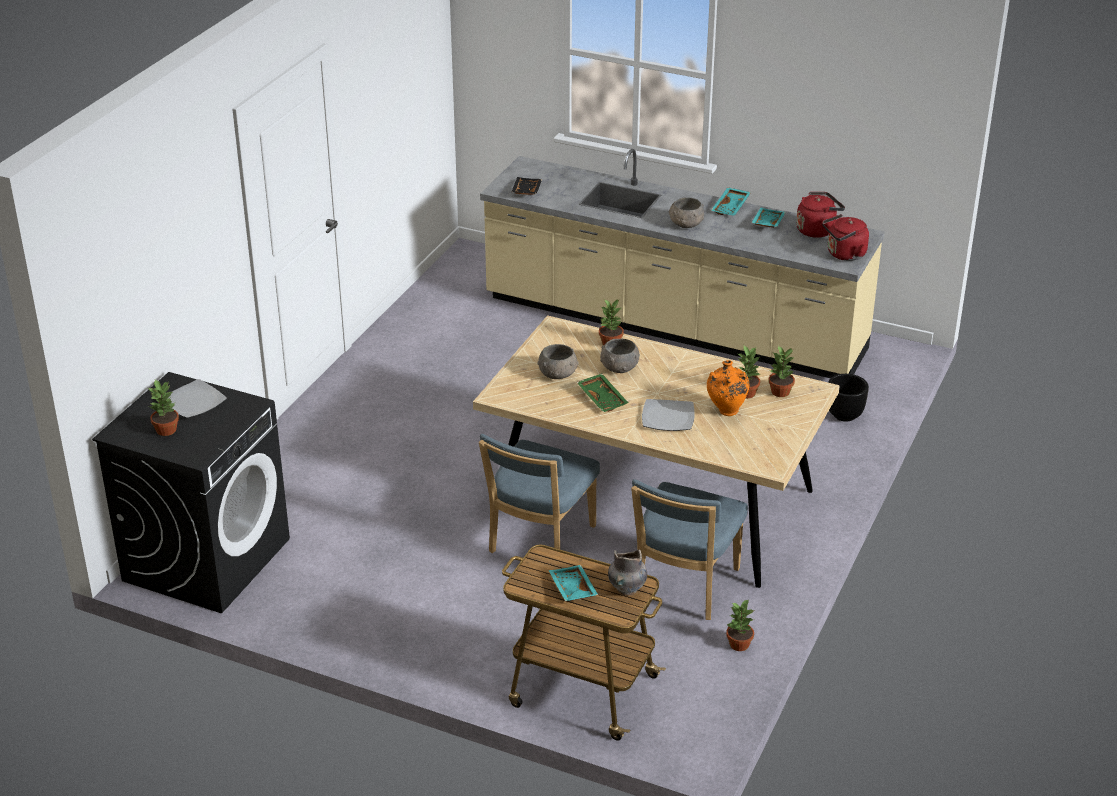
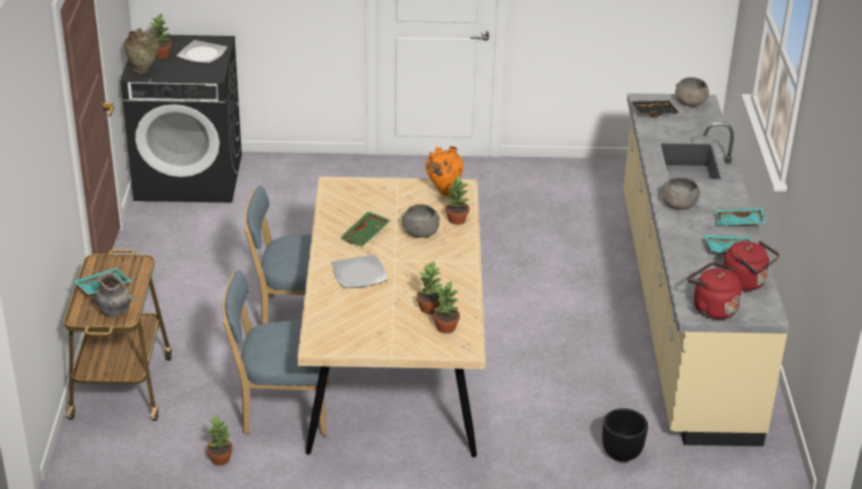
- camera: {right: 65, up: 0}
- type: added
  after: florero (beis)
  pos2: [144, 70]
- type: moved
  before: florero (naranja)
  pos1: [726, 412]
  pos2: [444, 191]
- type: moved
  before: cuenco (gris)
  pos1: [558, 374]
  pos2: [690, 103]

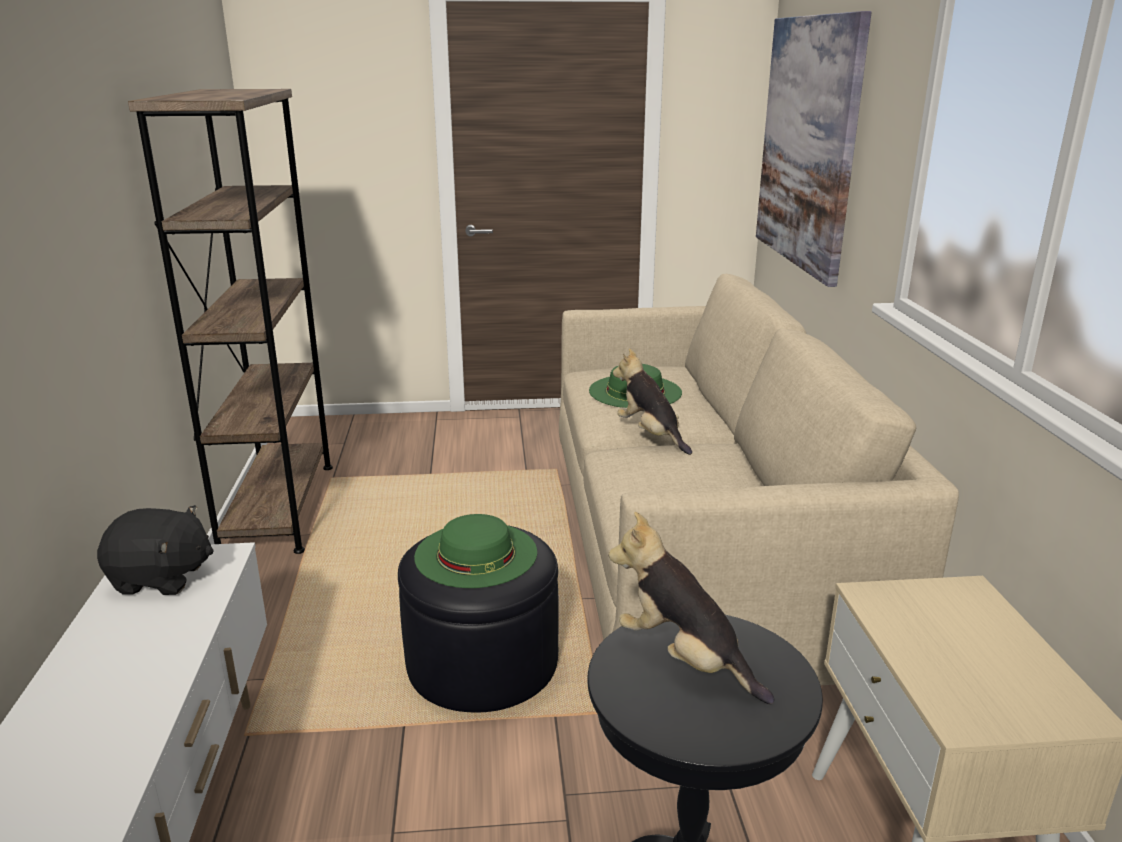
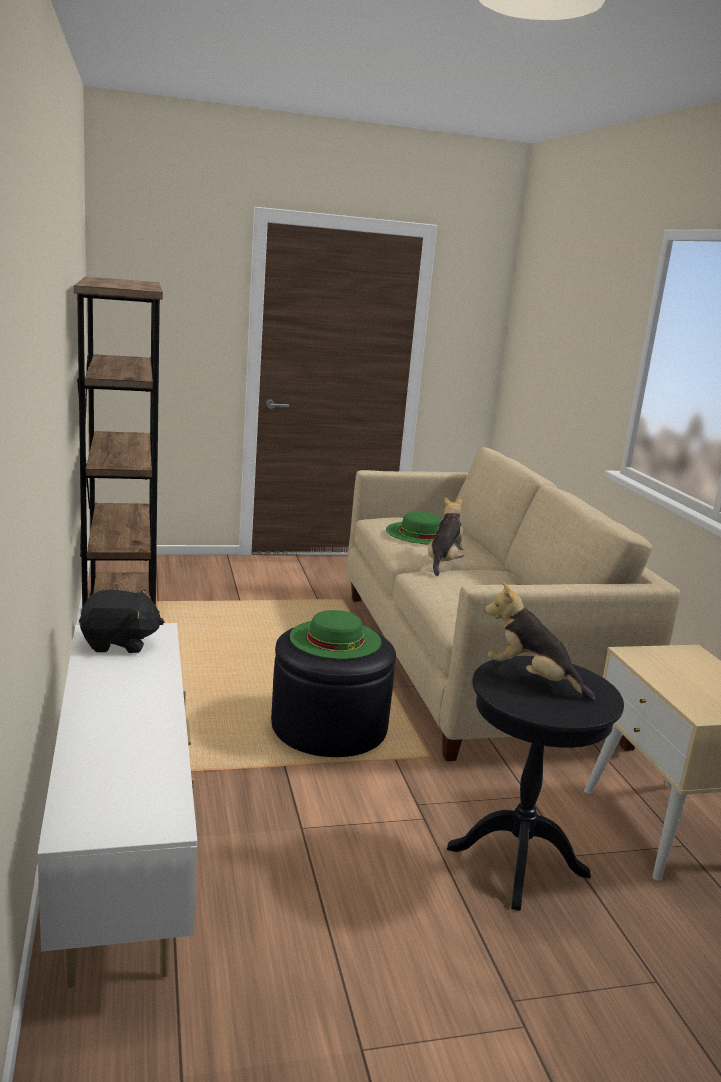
- camera: {right: -10, up: -5}
- type: turned
  before: peluche
  pos1: [650, 435]
  pos2: [444, 562]
  turn: 60
- type: removed
  before: cuadro
  pos1: [808, 143]

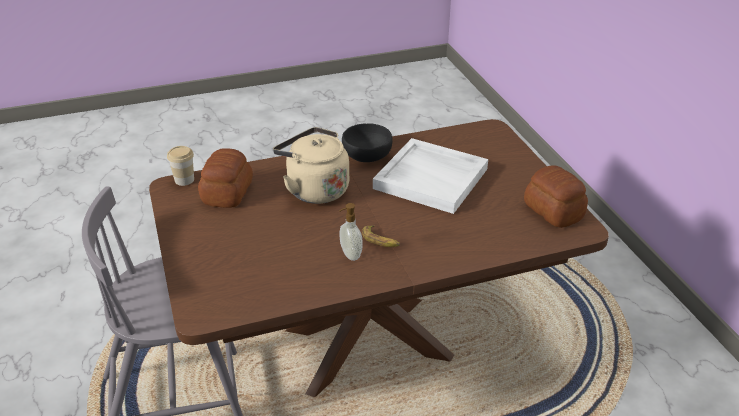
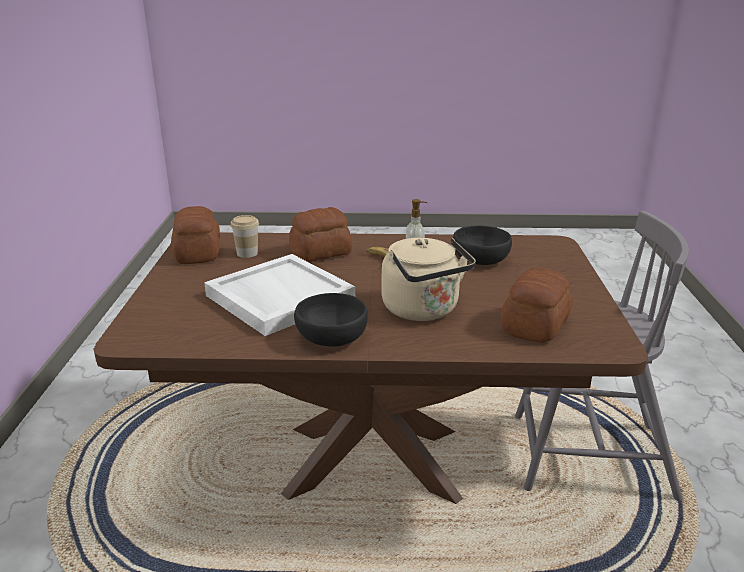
- camera: {right: -160, up: -10}
- type: moved
  before: taza
  pos1: [184, 180]
  pos2: [247, 253]
- type: added
  after: pan
  pos2: [321, 253]
- type: added
  after: cuenco (negro)
  pos2: [481, 260]

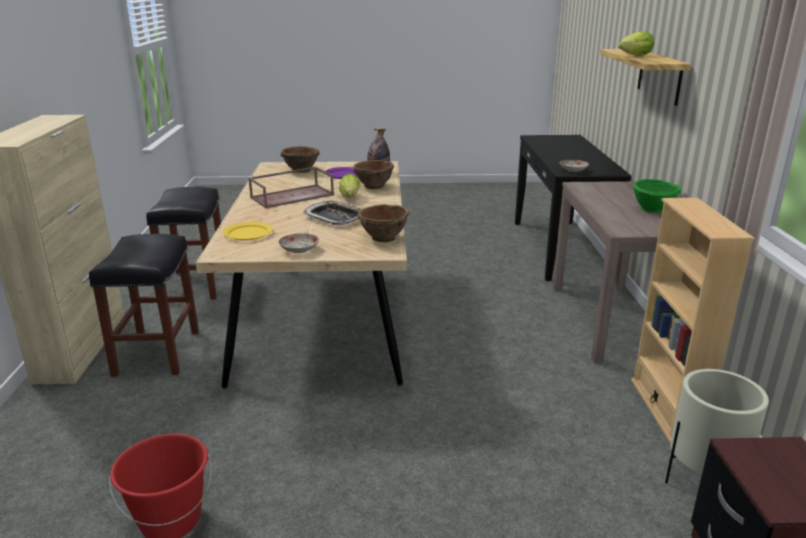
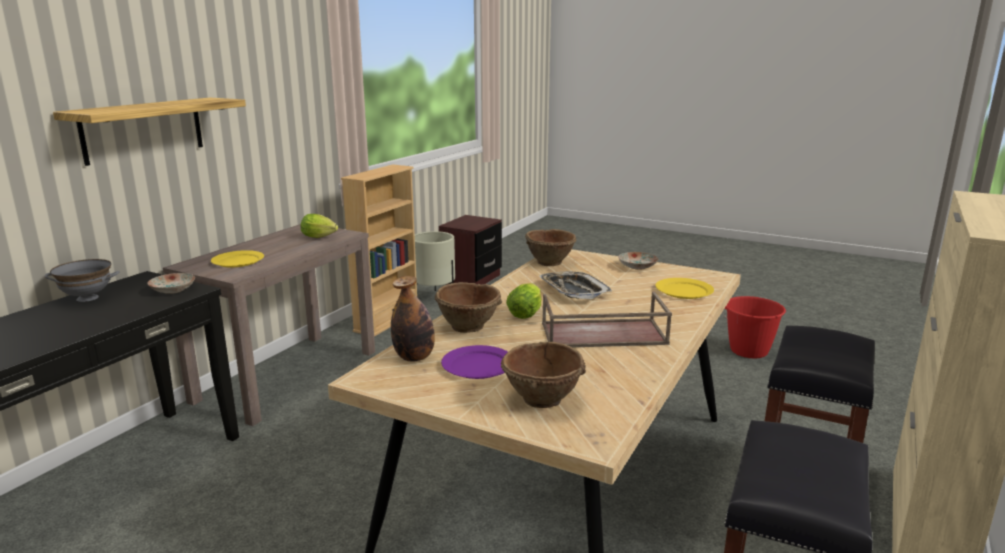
- camera: {right: -150, up: -5}
- type: added
  after: cuenco (gris)
  pos2: [87, 298]
- type: added
  after: plato (amarillo)
  pos2: [237, 261]
- type: moved
  before: lechuga
  pos1: [634, 55]
  pos2: [321, 237]
- type: removed
  before: cuenco (verde)
  pos1: [653, 209]

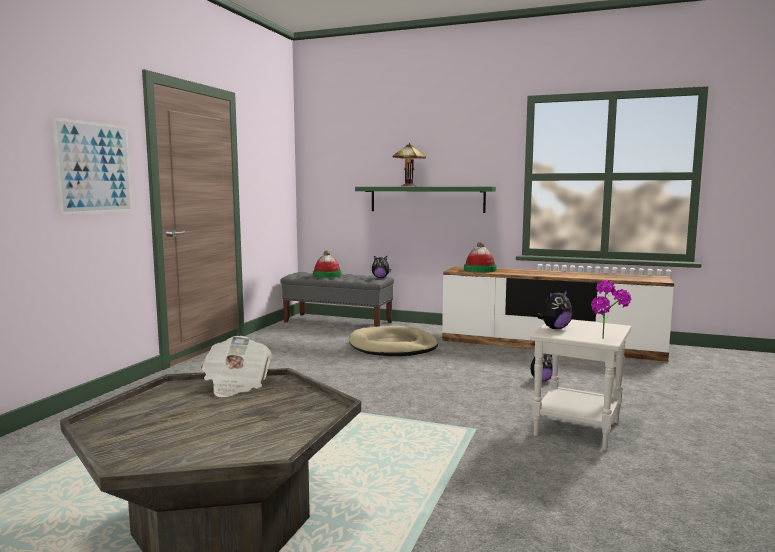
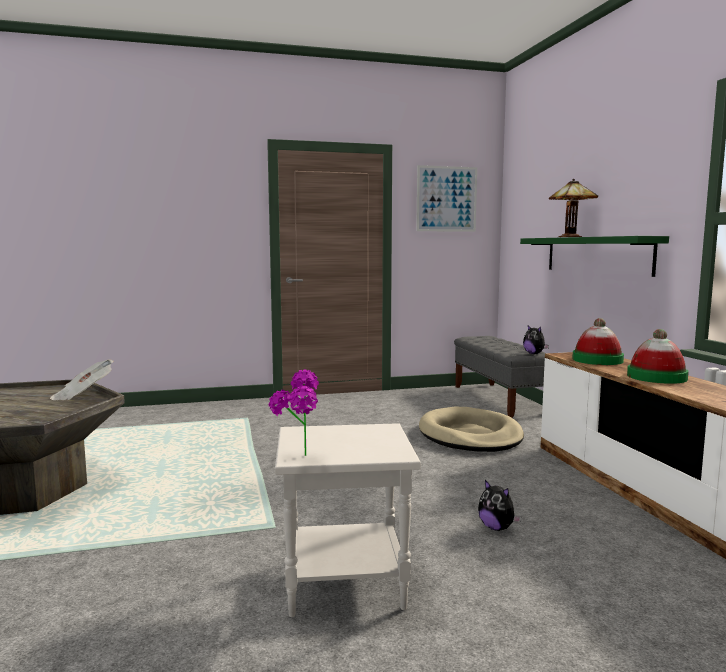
- camera: {right: 55, up: 0}
- type: moved
  before: cuadro
  pos1: [94, 168]
  pos2: [446, 199]
- type: moved
  before: sombrero
  pos1: [327, 275]
  pos2: [656, 377]
- type: removed
  before: peluche
  pos1: [555, 328]

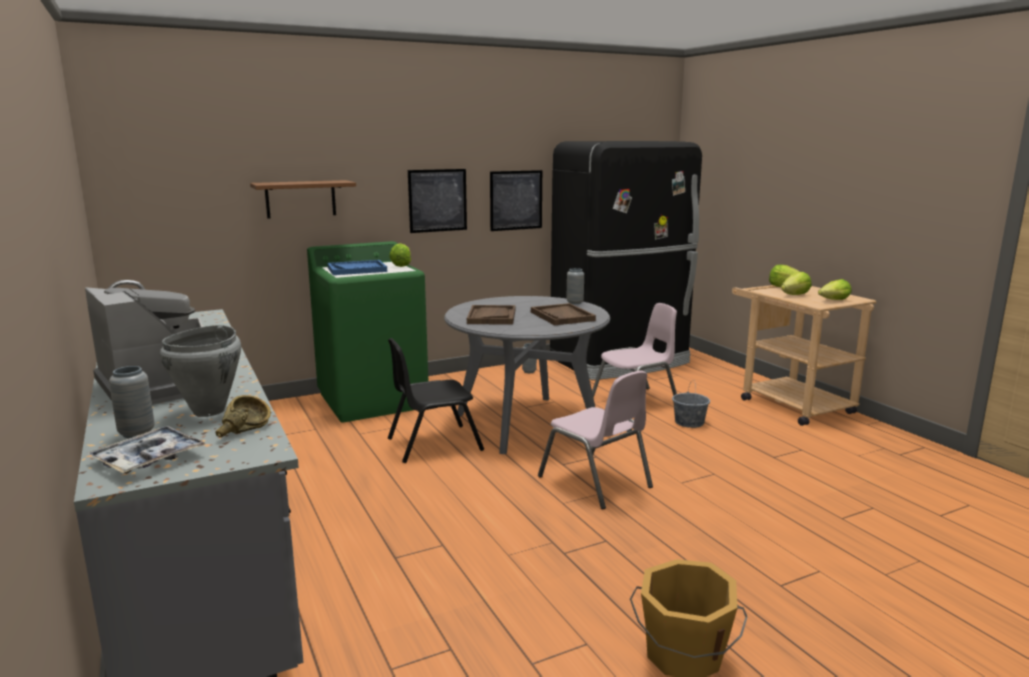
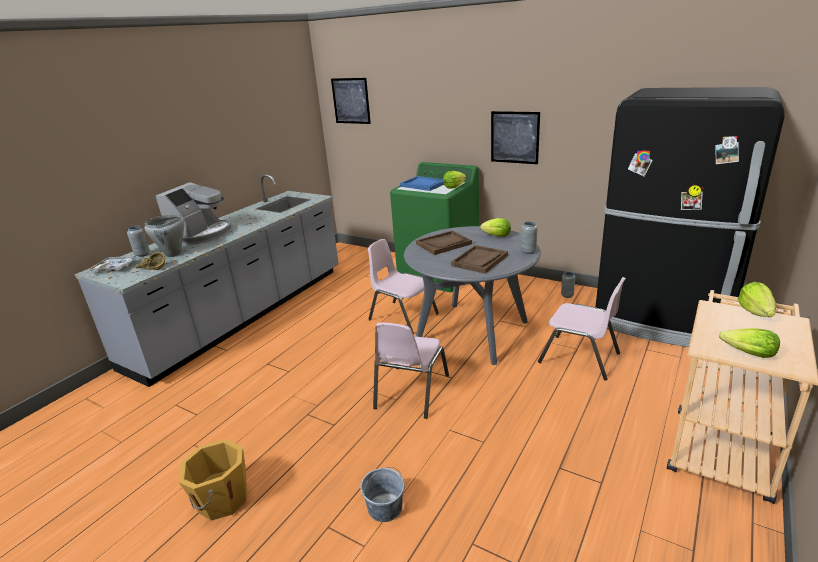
- camera: {right: 60, up: 10}
- type: moved
  before: cuadro
  pos1: [516, 200]
  pos2: [351, 101]
- type: moved
  before: cubo (gris)
  pos1: [689, 422]
  pos2: [385, 507]
- type: recoloured
  before: silla (negro)
  after: silla (rosa)
  pos1: [434, 444]
  pos2: [403, 317]
- type: moved
  before: lechuga
  pos1: [795, 295]
  pos2: [497, 236]
- type: removed
  before: estante (marrón)
  pos1: [300, 199]

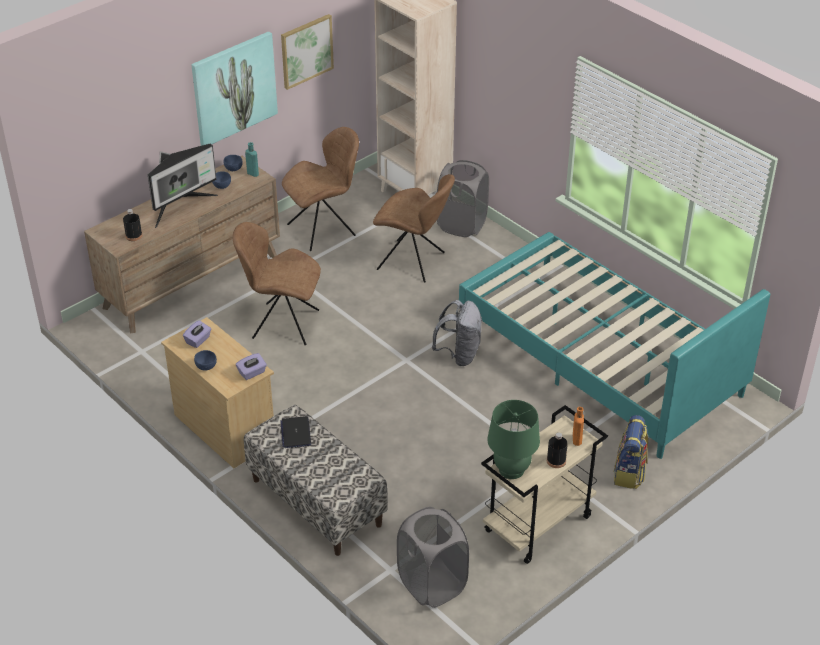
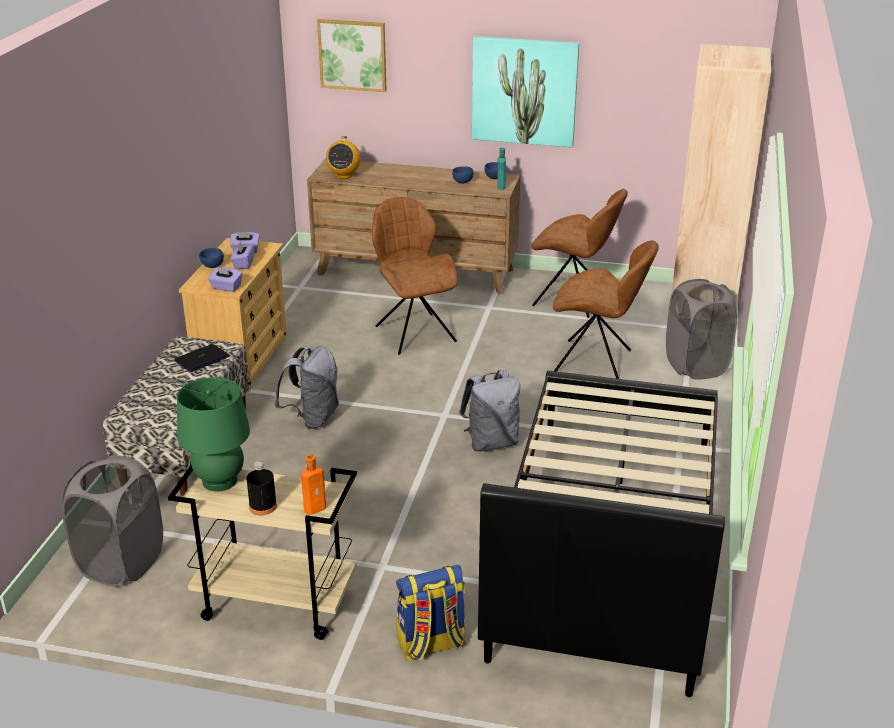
- camera: {right: 55, up: -10}
- type: added
  after: caja de pañuelos (morado)
  pos2: [243, 264]
- type: added
  after: mochila (gris)
  pos2: [312, 418]
- type: moved
  before: cuadro
  pos1: [306, 51]
  pos2: [352, 55]
- type: replaced
  before: botella (negro)
  after: radio
  pos1: [134, 236]
  pos2: [344, 175]
- type: recoloured
  before: cama (turquesa)
  after: cama (negro)
  pos1: [599, 357]
  pos2: [608, 540]
- type: turned
  before: silla (marrón)
  pos1: [413, 262]
  pos2: [596, 362]
  turn: -60
- type: removed
  before: monitor
  pos1: [180, 206]

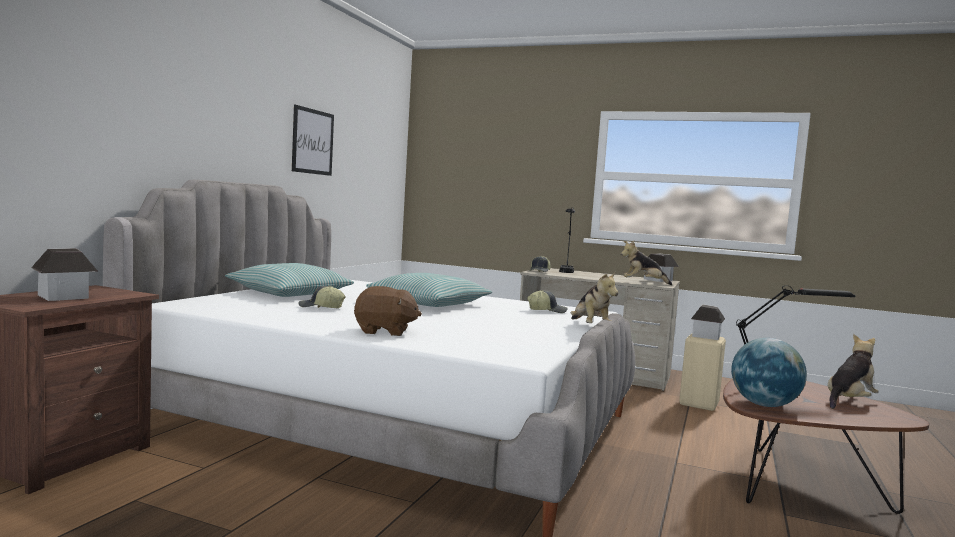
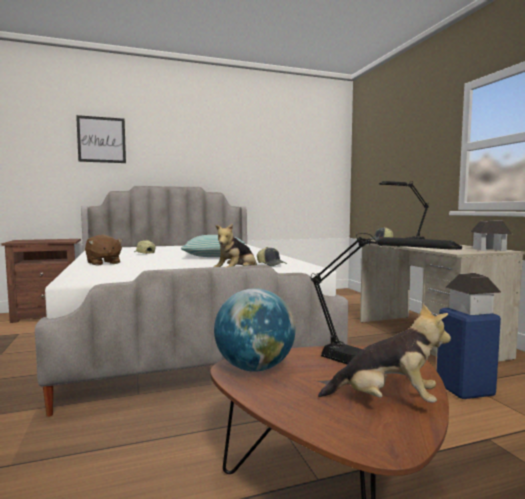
- camera: {right: 50, up: 0}
- type: moved
  before: cuadro
  pos1: [312, 141]
  pos2: [101, 139]
- type: recoloured
  before: taburete (beis)
  after: taburete (azul)
  pos1: [700, 404]
  pos2: [464, 390]
- type: removed
  before: casita
  pos1: [64, 296]
- type: removed
  before: cojín
  pos1: [290, 293]
- type: removed
  before: peluche
  pos1: [643, 283]

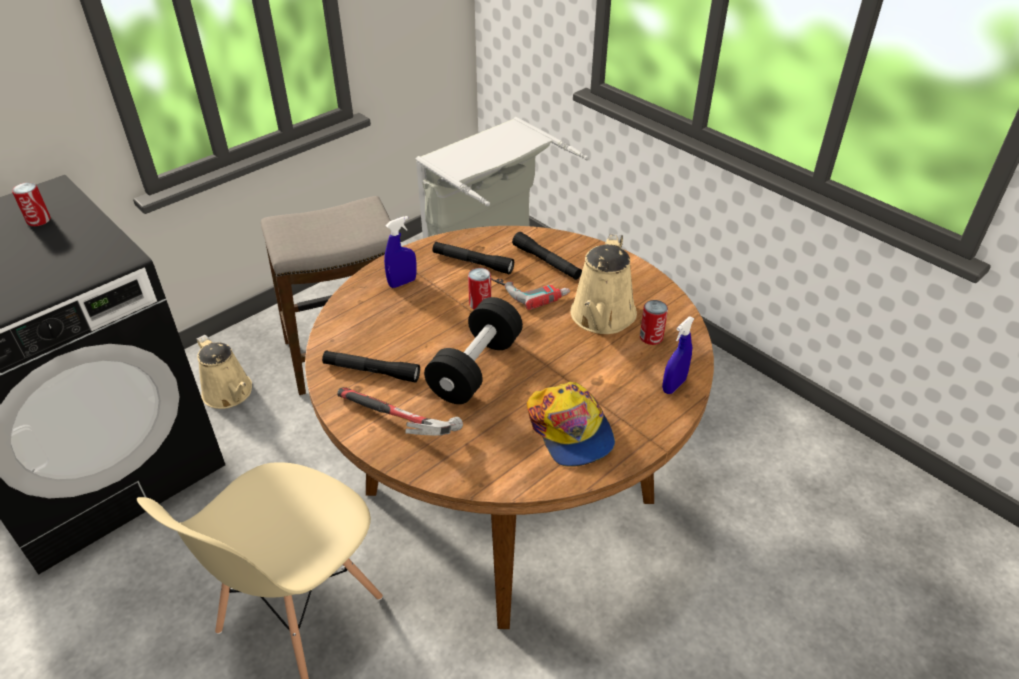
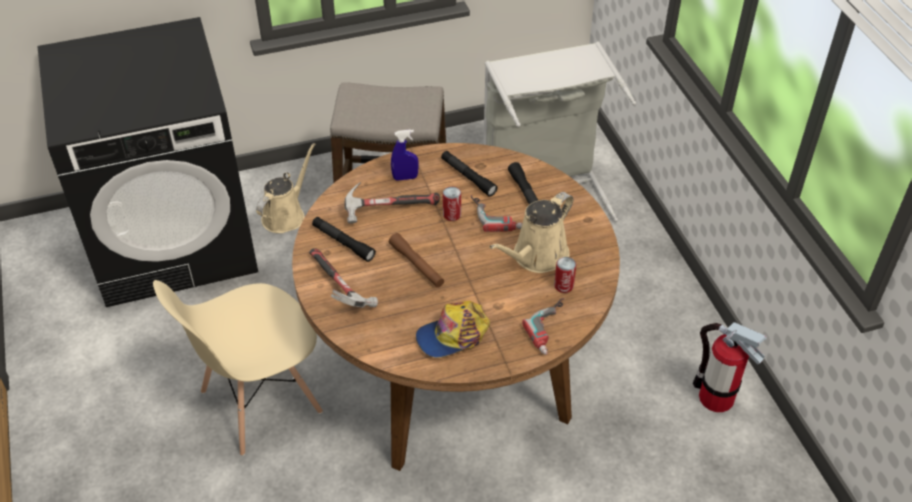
- camera: {right: 25, up: 5}
- type: turned
  before: regadera (beis)
  pos1: [230, 394]
  pos2: [286, 215]
  turn: -135
- type: added
  after: martillo
  pos2: [389, 210]
- type: replaced
  before: mancuerna (negro)
  after: linterna (marrón)
  pos1: [475, 368]
  pos2: [416, 265]
- type: turned
  before: gorra
  pos1: [570, 430]
  pos2: [453, 335]
  turn: 60
- type: replaced
  before: pulverizador (azul)
  after: taladro
  pos1: [674, 386]
  pos2: [552, 329]
- type: added
  after: extintor
  pos2: [715, 397]
- type: removed
  before: lata
  pos1: [39, 220]

